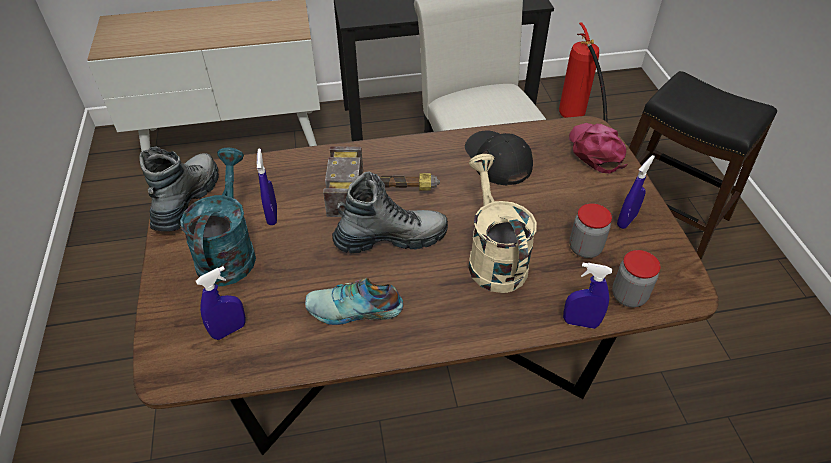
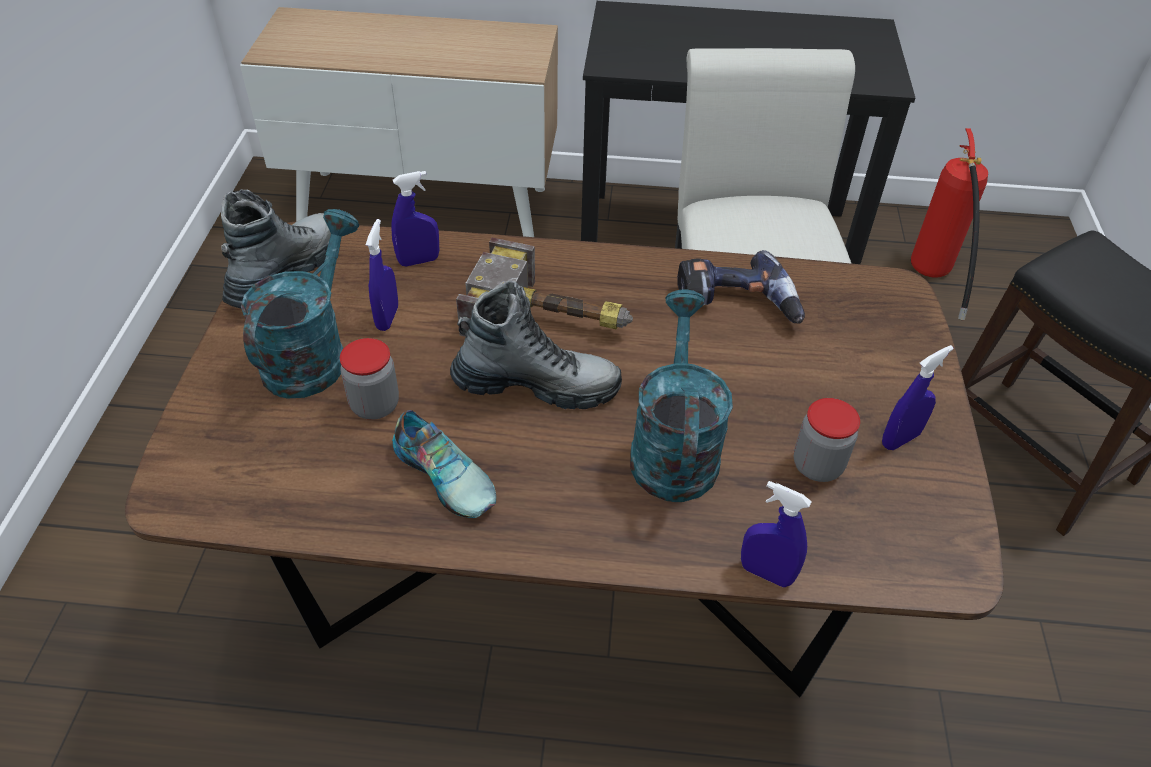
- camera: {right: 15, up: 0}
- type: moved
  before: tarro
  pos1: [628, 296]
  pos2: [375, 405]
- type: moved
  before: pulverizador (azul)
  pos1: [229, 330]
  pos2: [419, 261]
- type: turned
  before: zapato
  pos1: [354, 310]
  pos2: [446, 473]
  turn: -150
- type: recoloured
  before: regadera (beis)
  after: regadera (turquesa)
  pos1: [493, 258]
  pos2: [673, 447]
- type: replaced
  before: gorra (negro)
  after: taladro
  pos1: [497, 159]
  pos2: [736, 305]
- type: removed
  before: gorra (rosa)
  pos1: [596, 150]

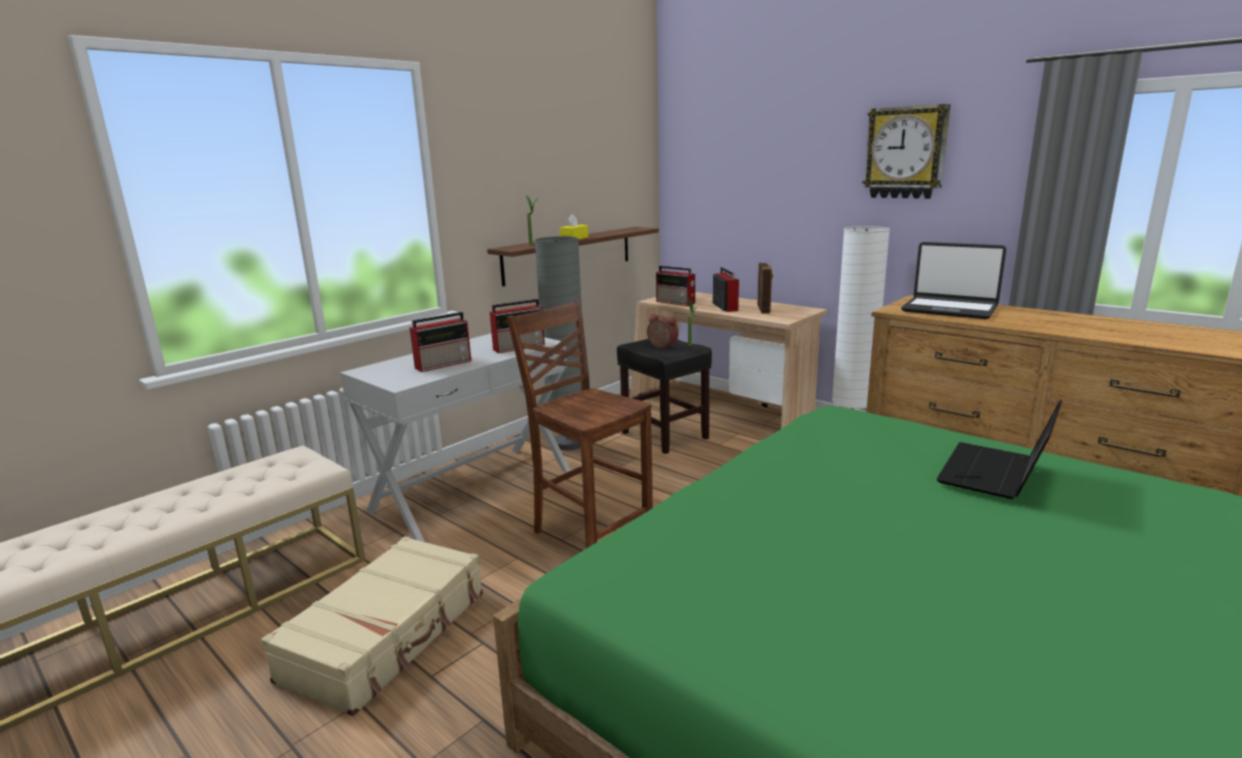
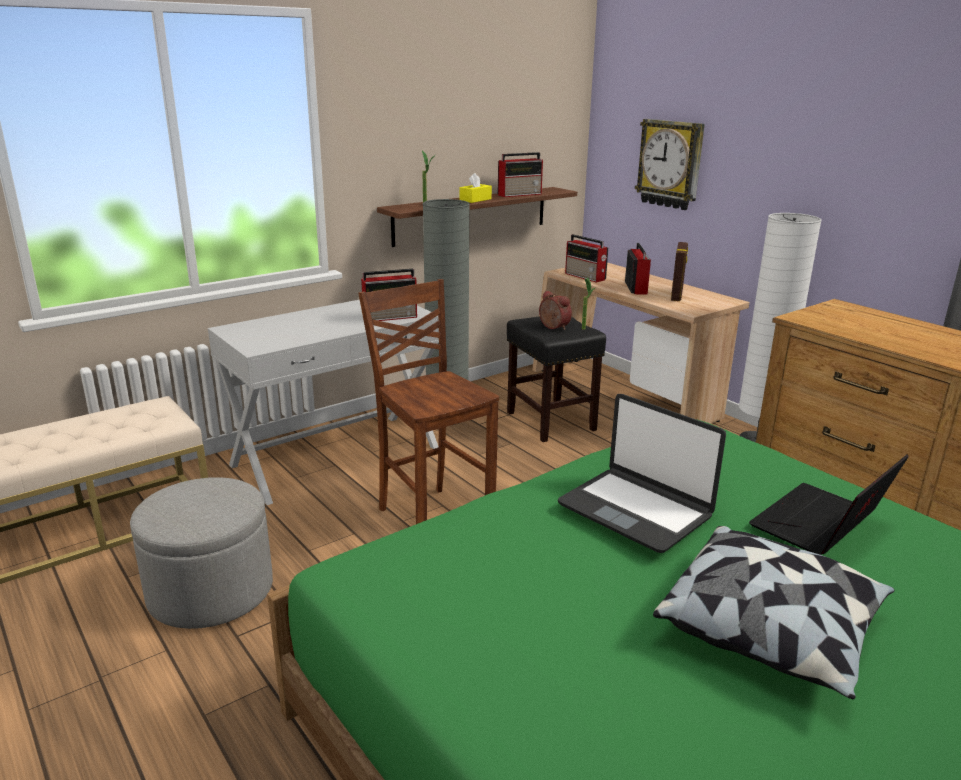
- camera: {right: 10, up: 5}
- type: replaced
  before: maleta (beis)
  after: puf (gris)
  pos1: [388, 635]
  pos2: [211, 591]
- type: moved
  before: radio
  pos1: [444, 364]
  pos2: [520, 194]
- type: moved
  before: portátil
  pos1: [949, 309]
  pos2: [635, 510]
- type: moved
  before: reloj de pared
  pos1: [905, 153]
  pos2: [670, 164]
- type: added
  after: cojín
  pos2: [771, 629]

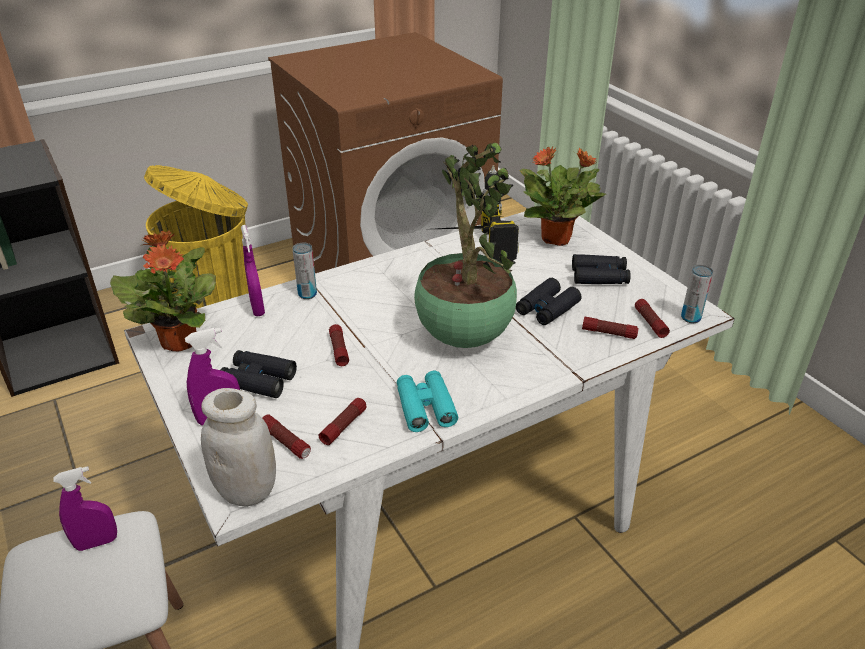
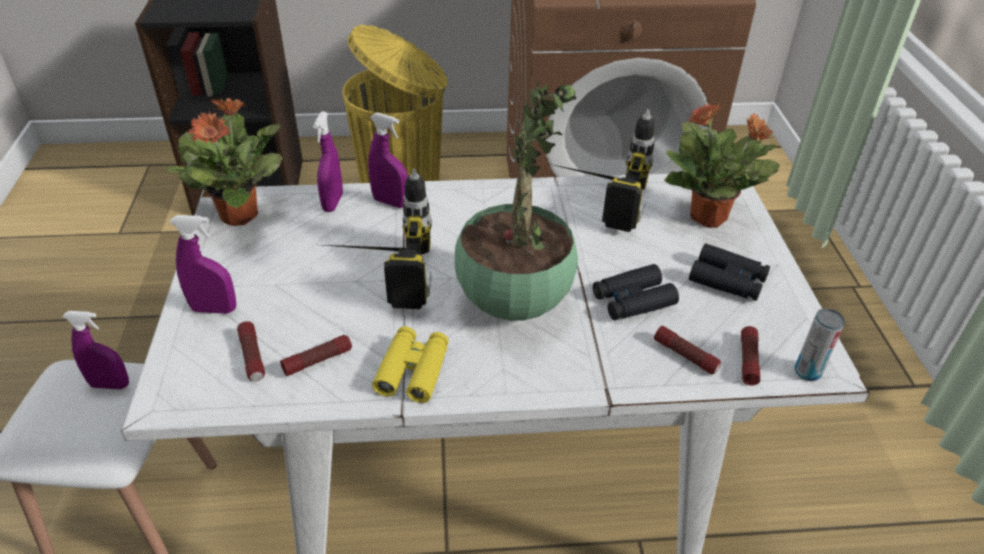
- camera: {right: 25, up: 5}
- type: replaced
  before: linterna
  after: taladro
  pos1: [339, 350]
  pos2: [375, 274]
- type: replaced
  before: lata
  after: pulverizador (morado)
  pos1: [307, 294]
  pos2: [390, 202]
- type: recoloured
  before: prismáticos (turquesa)
  after: prismáticos (amarillo)
  pos1: [425, 407]
  pos2: [413, 370]
- type: removed
  before: tarro (blanco)
  pos1: [247, 491]
- type: removed
  before: prismáticos (negro)
  pos1: [258, 380]

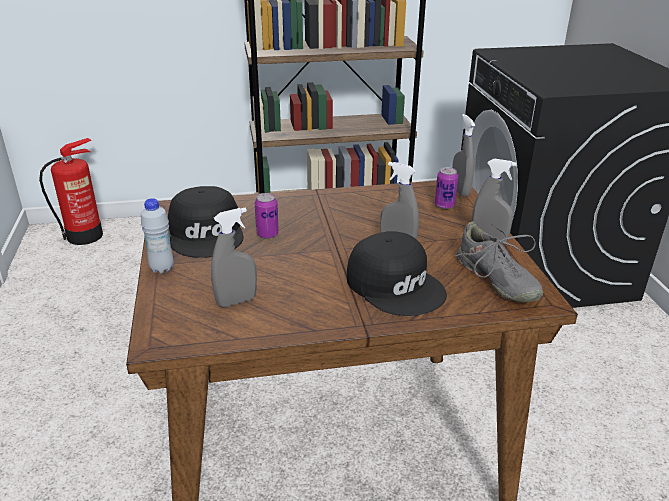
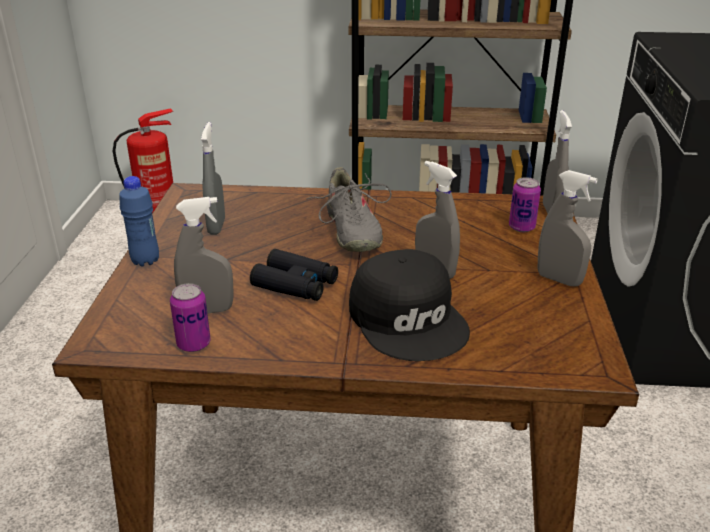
- camera: {right: 15, up: 0}
- type: recoloured
  before: botella (blanco)
  after: botella (azul)
  pos1: [162, 268]
  pos2: [145, 261]
- type: moved
  before: lata
  pos1: [267, 234]
  pos2: [193, 344]
- type: replaced
  before: gorra (negro)
  after: pulverizador (gris)
  pos1: [207, 233]
  pos2: [216, 226]
- type: added
  after: prismáticos (negro)
  pos2: [295, 284]
- type: moved
  before: zapato (gris)
  pos1: [495, 280]
  pos2: [351, 231]

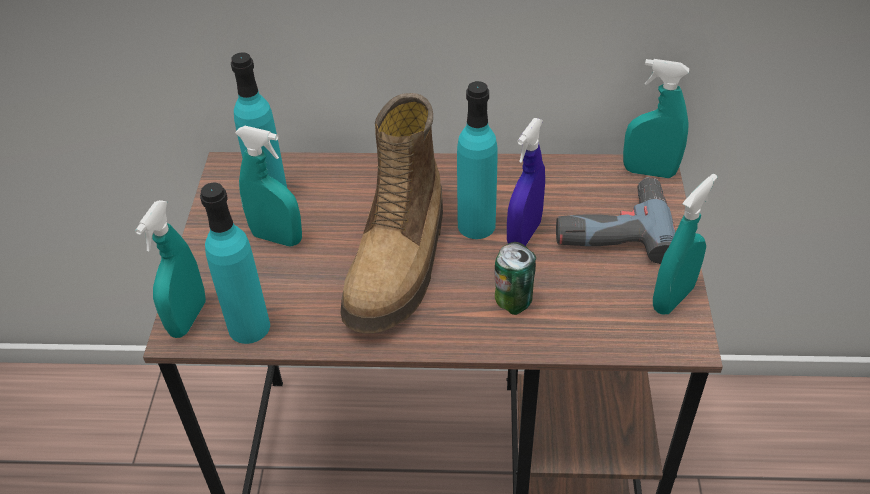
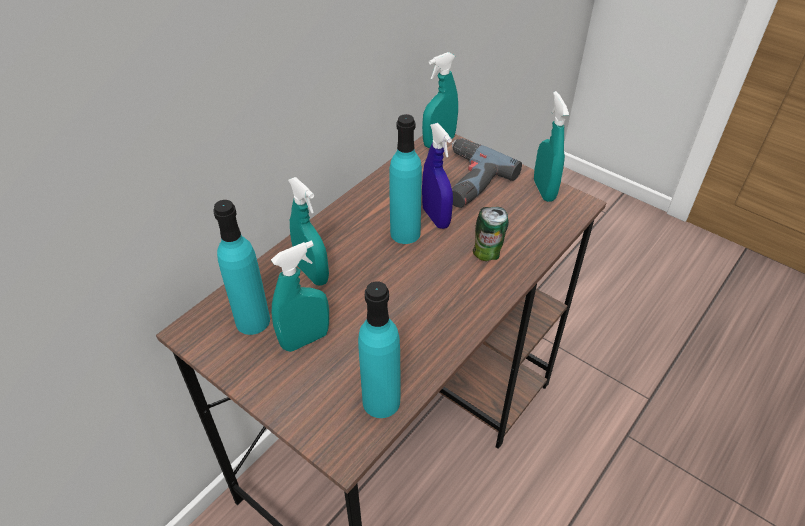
- camera: {right: -55, up: 0}
- type: moved
  before: pulverizador (turquesa)
  pos1: [188, 318]
  pos2: [312, 273]
- type: removed
  before: bota
  pos1: [400, 262]

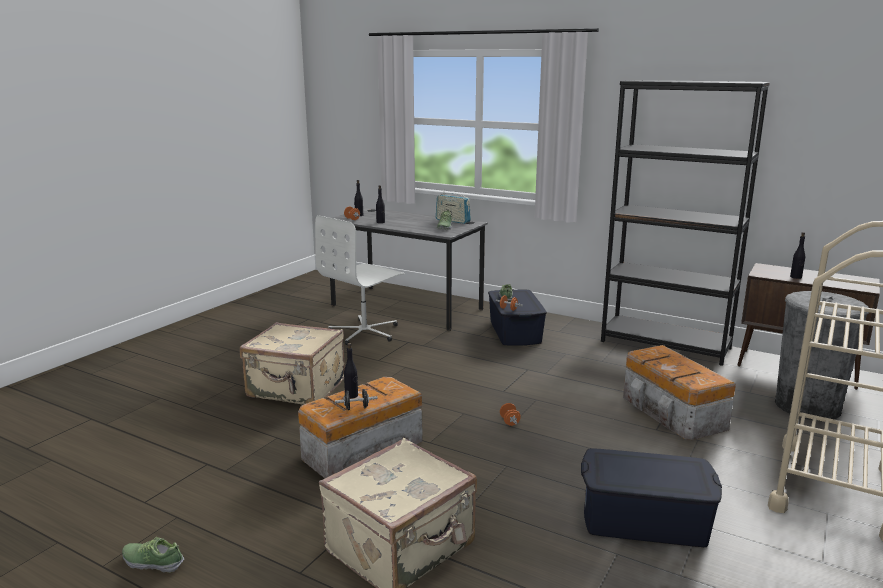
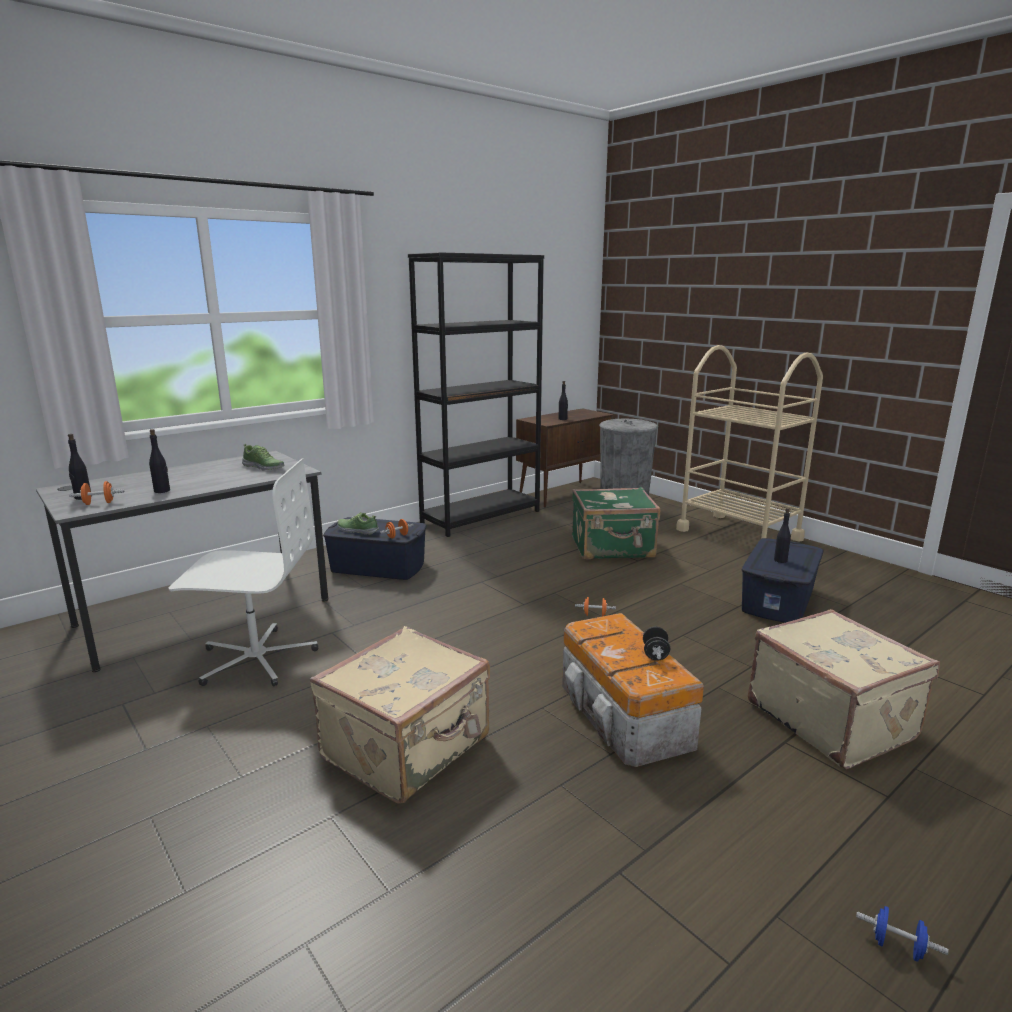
- camera: {right: -70, up: 0}
- type: turned
  before: silla de oficina (blanco)
  pos1: [365, 332]
  pos2: [256, 658]
  turn: -60
- type: replaced
  before: caja de almacenaje
  after: maleta (verde)
  pos1: [672, 413]
  pos2: [613, 548]
- type: moved
  before: botella (negro)
  pos1: [351, 395]
  pos2: [780, 560]
- type: replaced
  before: zapato
  after: mancuerna (azul)
  pos1: [153, 562]
  pos2: [897, 947]
- type: removed
  before: radio
  pos1: [453, 221]

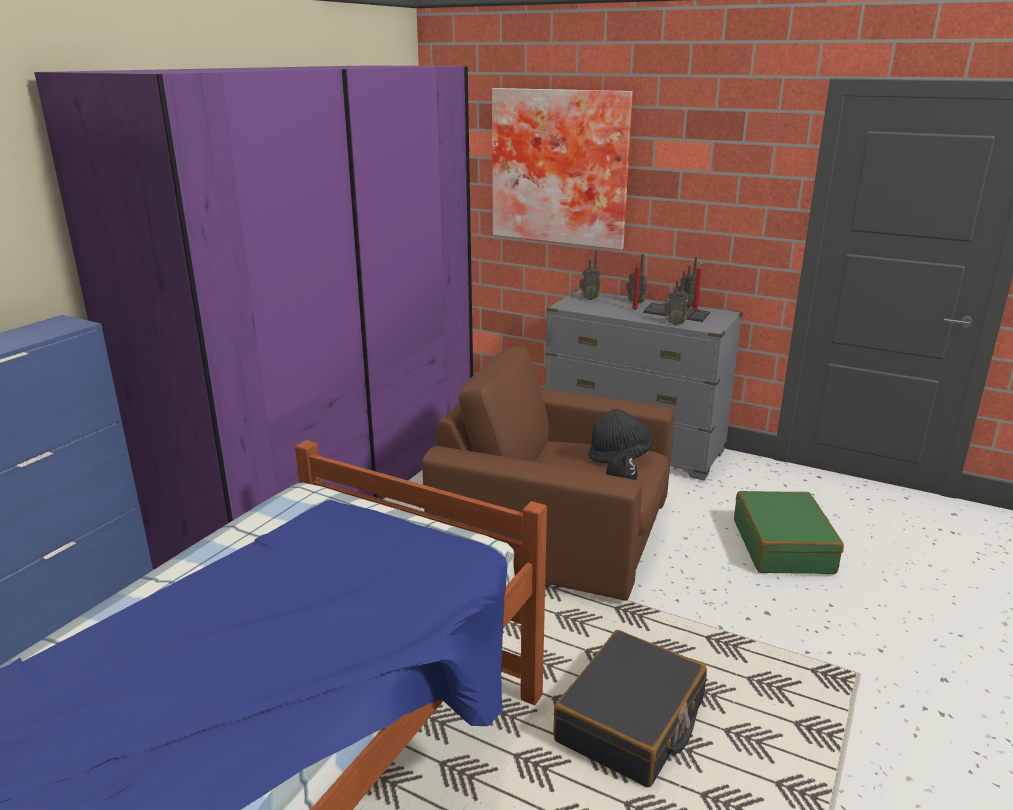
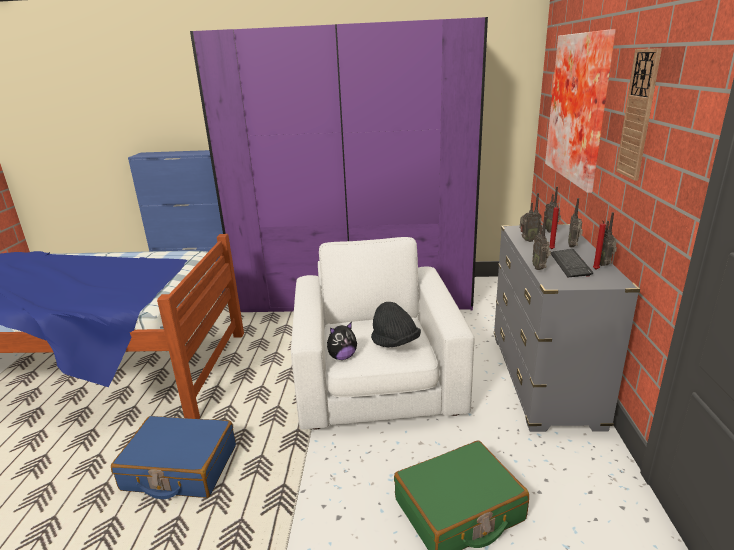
- camera: {right: 65, up: 0}
- type: recoloured
  before: maleta (negro)
  after: maleta (azul)
  pos1: [631, 722]
  pos2: [180, 468]
- type: recoloured
  before: sillón (marrón)
  after: sillón (blanco)
  pos1: [557, 530]
  pos2: [378, 379]
- type: added
  after: radio
  pos2: [527, 240]
- type: added
  after: reloj de pared
  pos2: [638, 115]

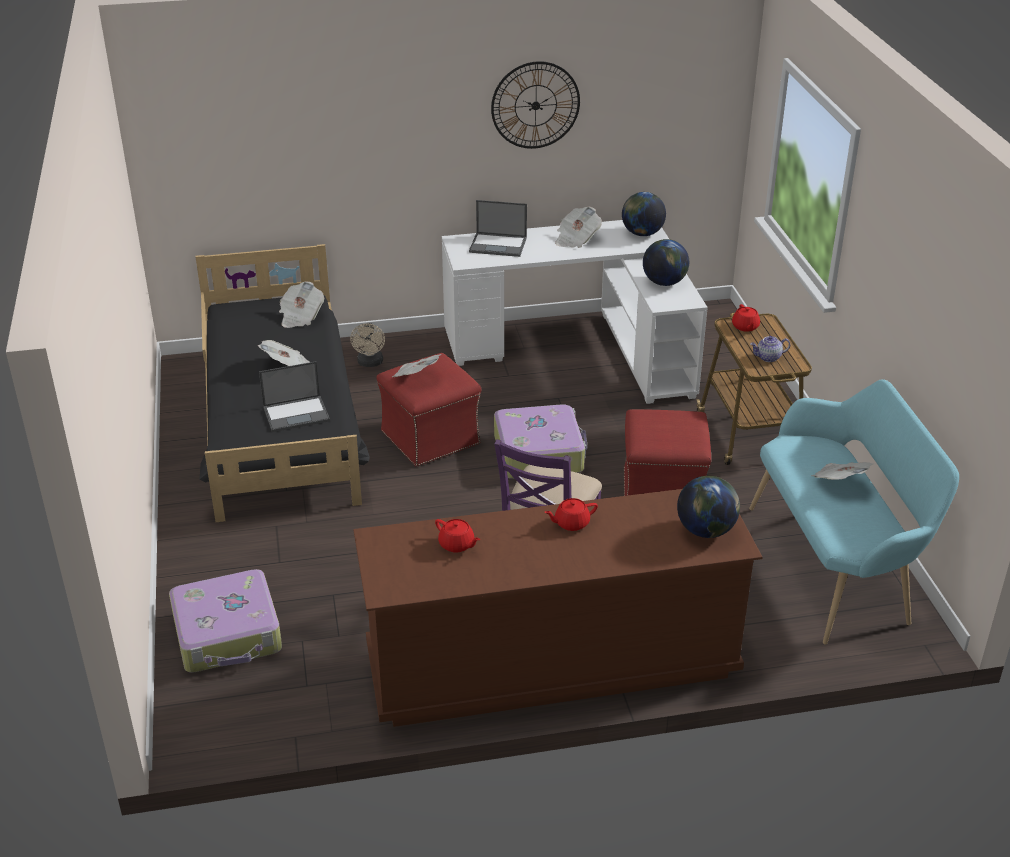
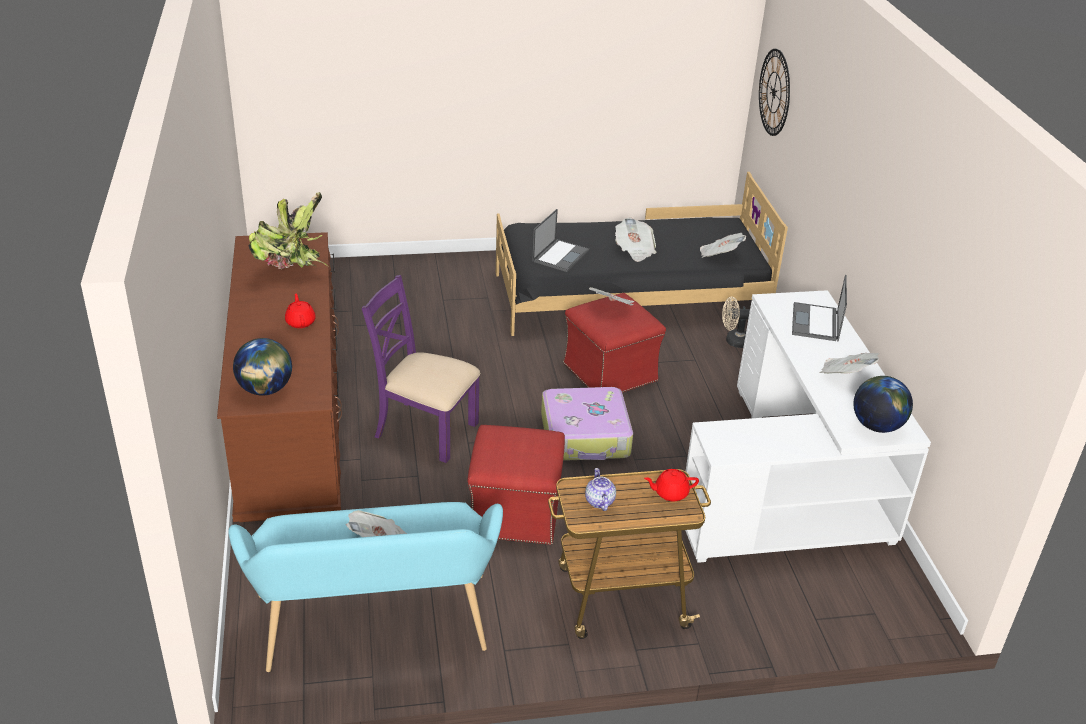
- camera: {right: 90, up: 0}
- type: replaced
  before: tetera (rojo)
  after: planta en maceta
  pos1: [457, 545]
  pos2: [292, 271]
- type: turned
  before: portátil
  pos1: [297, 413]
  pos2: [560, 255]
  turn: -135
- type: moved
  before: reloj de pared
  pos1: [535, 105]
  pos2: [774, 92]
- type: removed
  before: maleta
  pos1: [228, 634]
- type: removed
  before: globo terráqueo
  pos1: [664, 282]

